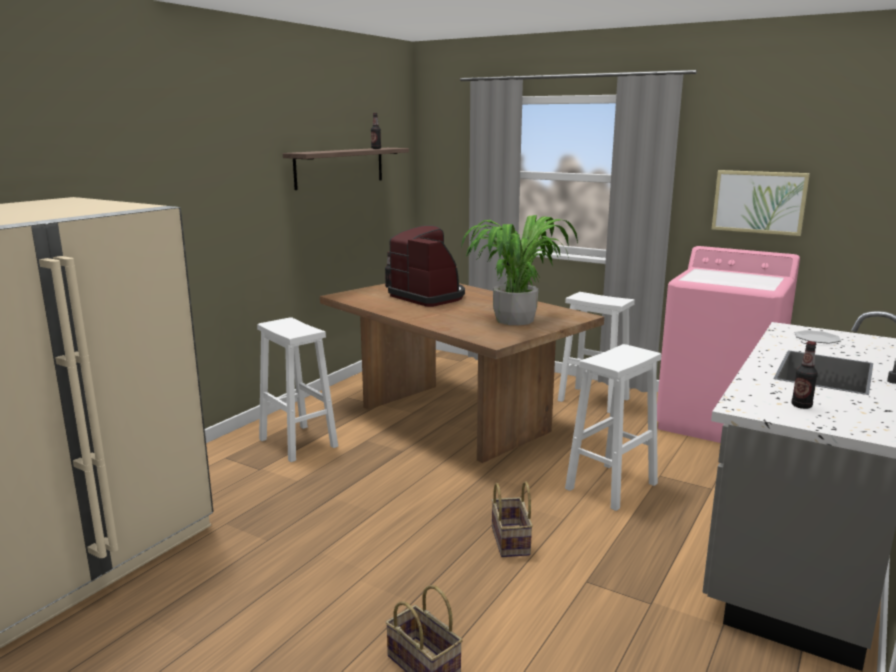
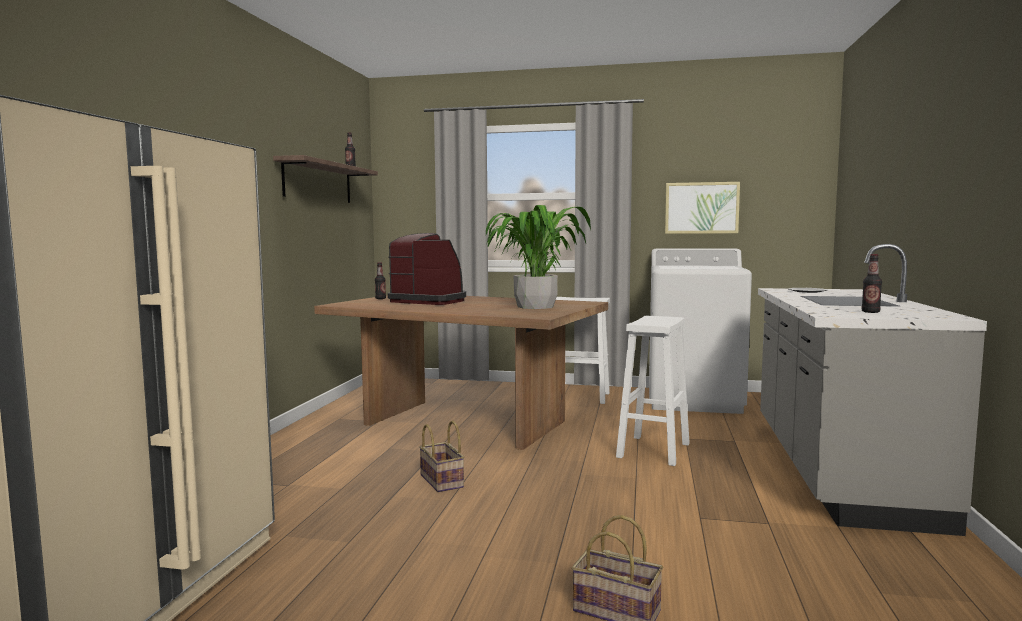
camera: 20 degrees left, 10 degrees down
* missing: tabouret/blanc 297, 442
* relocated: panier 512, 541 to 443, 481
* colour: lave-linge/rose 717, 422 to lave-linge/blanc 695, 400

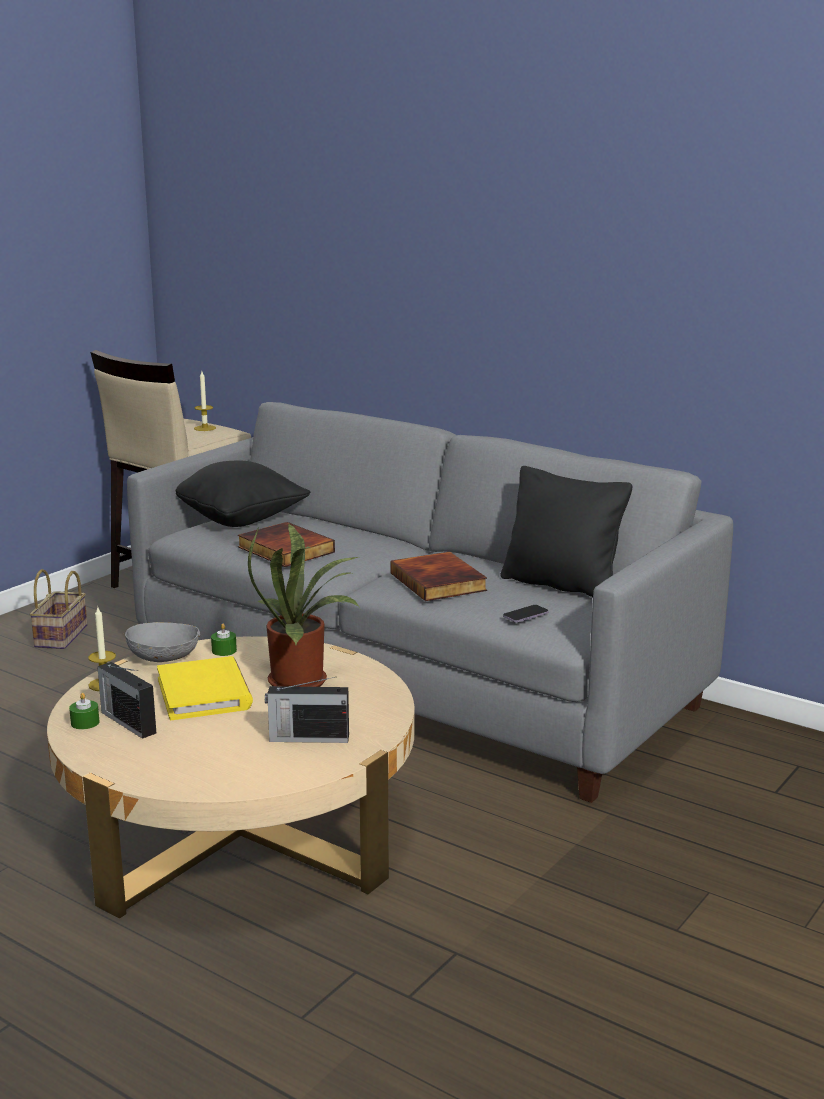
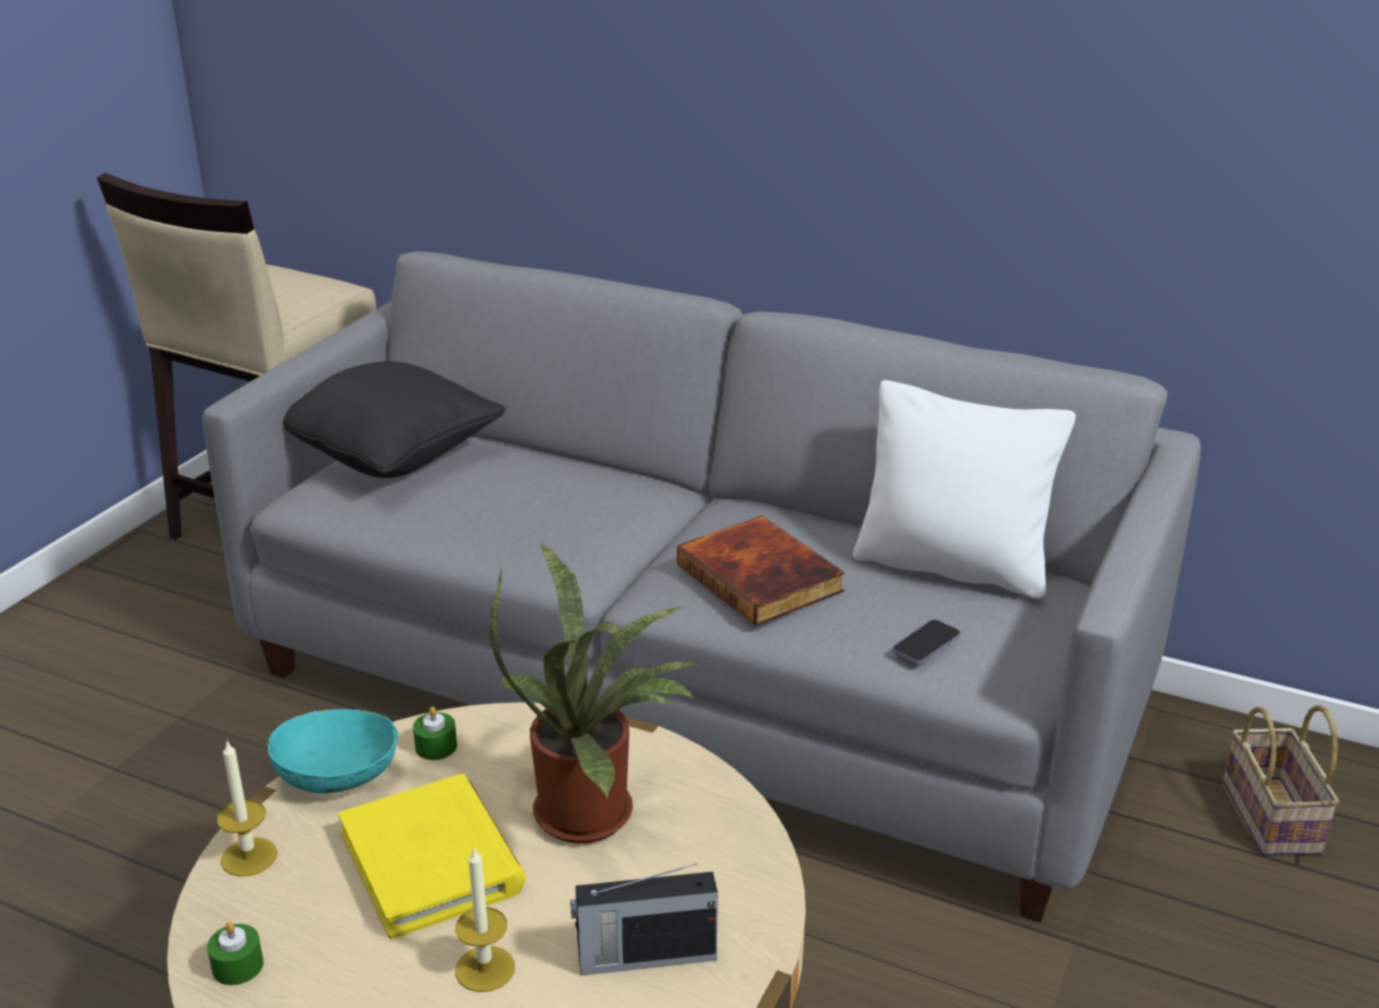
camera: 10 degrees left, 10 degrees up
* relocated: panier 62, 637 to 1274, 819
* missing: radio 128, 722
* colour: bol/gris 164, 658 to bol/turquoise 338, 776
* relocated: bougie 205, 428 to 485, 969
* missing: livre 284, 550
* colour: coussin/noir 562, 585 to coussin/blanc 952, 566

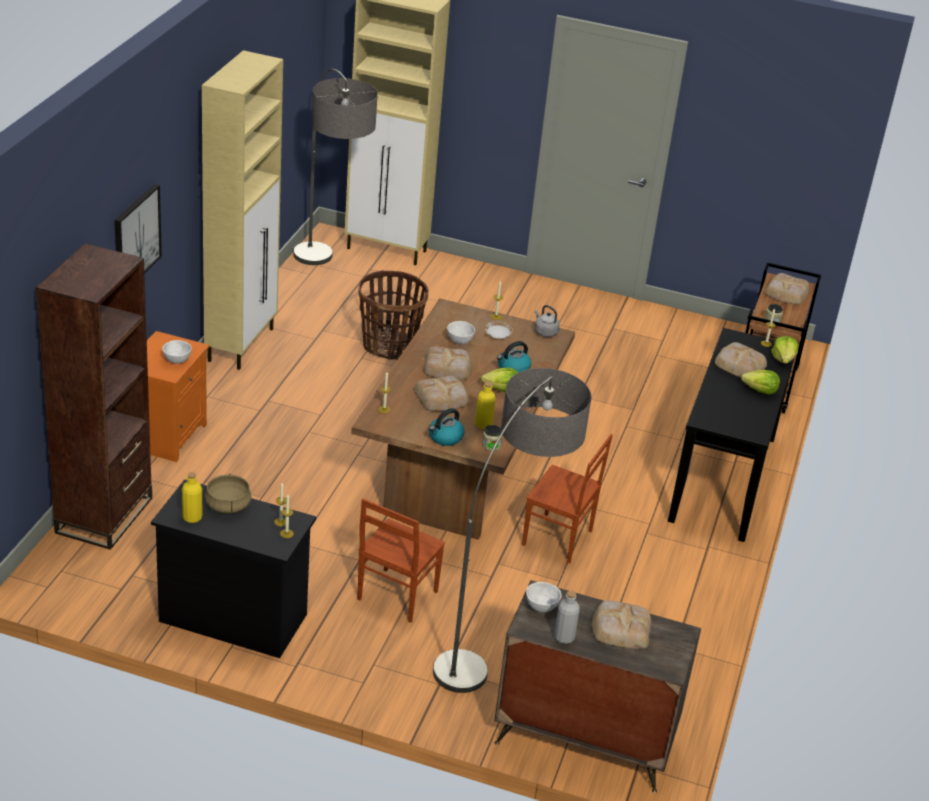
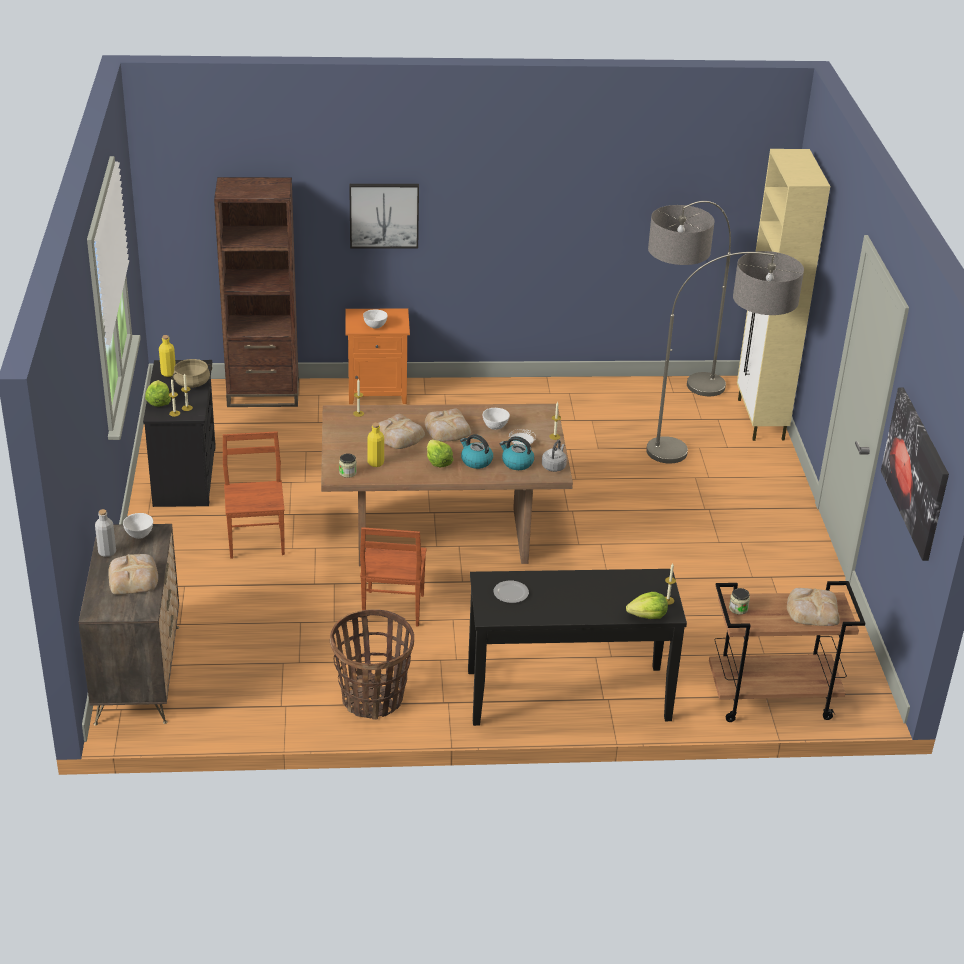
camera: 70 degrees right, 0 degrees up
* missing: meuble de rangement/beige 241, 344
* spun: chaise/marron 396, 595 = 257, 541 75 degrees clockwise
* relocated: panier 389, 346 to 372, 698
* relocated: bouilloire 445, 438 to 517, 463
* relocated: lampadaire 498, 638 to 716, 460
* missing: pain 739, 364
* relocated: laitue 760, 390 to 158, 401
* appeared: assiette 510, 593
* appeared: tableau 916, 472

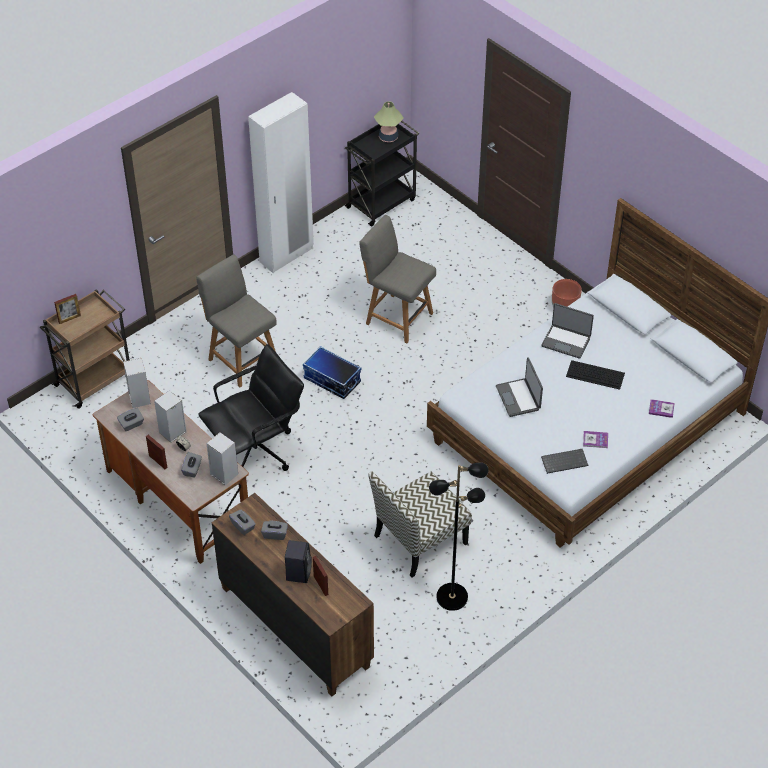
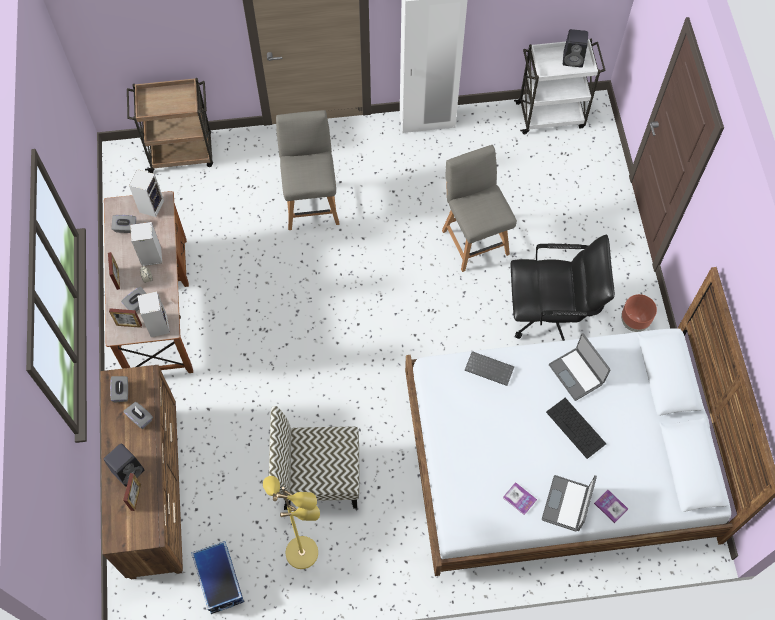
camera: 35 degrees right, 15 degrees up
* relocated: cadre photo 69, 319 to 129, 325
* relocated: chaise de bureau/noir 256, 451 to 550, 315
* relocated: boîte de rangement 331, 380 to 218, 580
* colour: chariot/noir 382, 203 to chariot/blanc 551, 115
* exchanged: lampe de table 388, 137 to enceinte/noir 573, 59
* colour: lampadaire/noir 452, 596 to lampadaire/jaune 302, 552
* relocated: ordinateur portable 519, 398 to 567, 504
* relocated: clavier 564, 461 to 490, 368

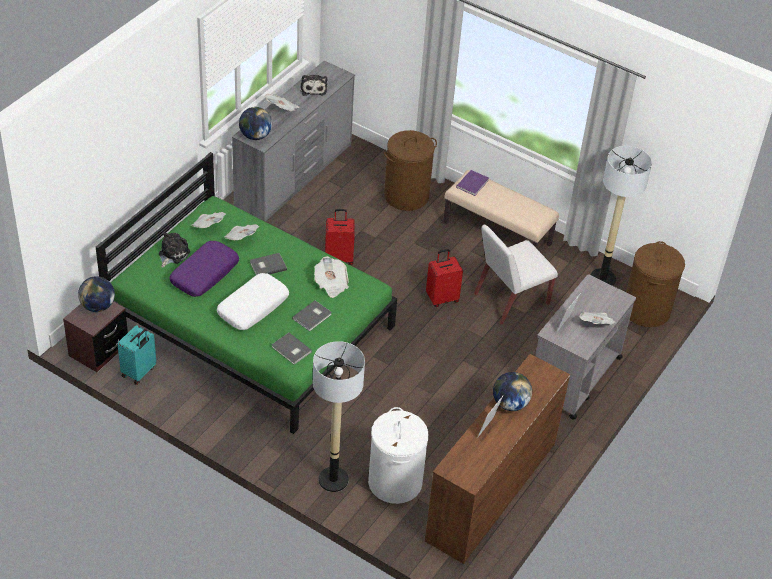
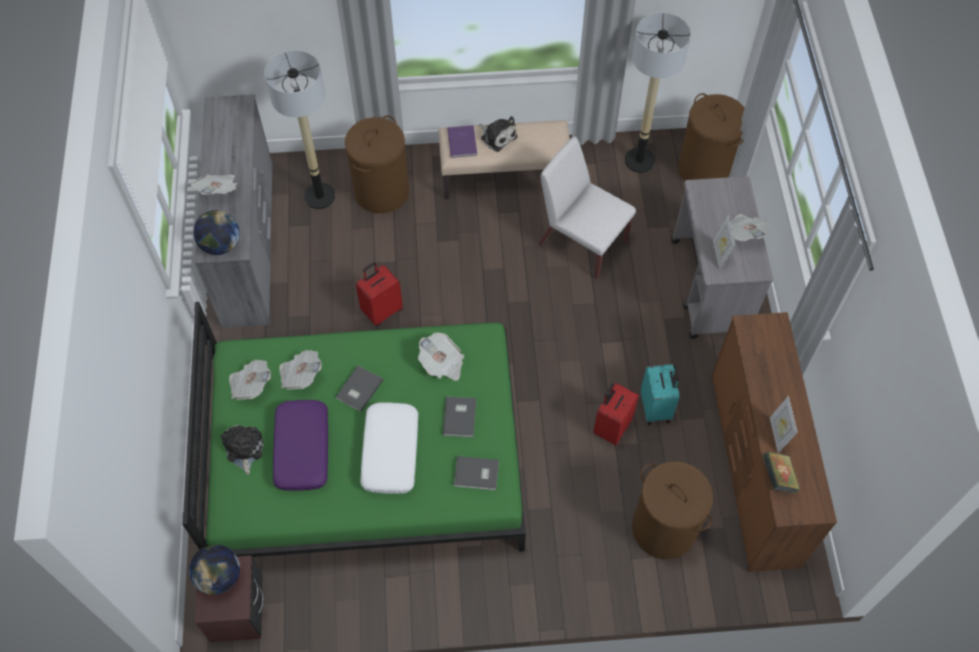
camera: 35 degrees left, 15 degrees up
* relocated: valise/turquoise 139, 372 to 656, 408
* relocated: peluche 313, 88 to 497, 136
* relocated: lampadaire 333, 480 to 319, 196
* colour: panier à linge/blanc 394, 482 to panier à linge/marron 663, 528
* relocated: valise/rouge 442, 298 to 611, 427
* spun: chaise/blanc 510, 299 = 581, 242 105 degrees clockwise
* missing: globe 510, 404
* appeared: livre 778, 477

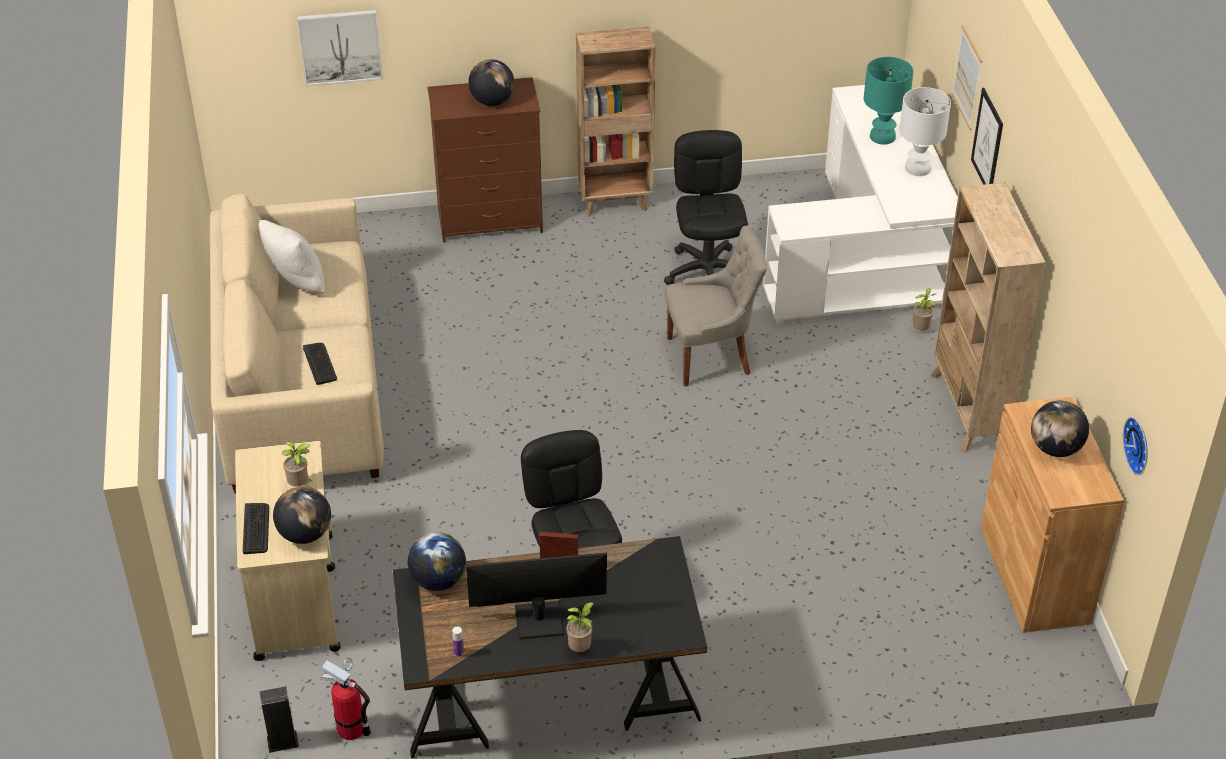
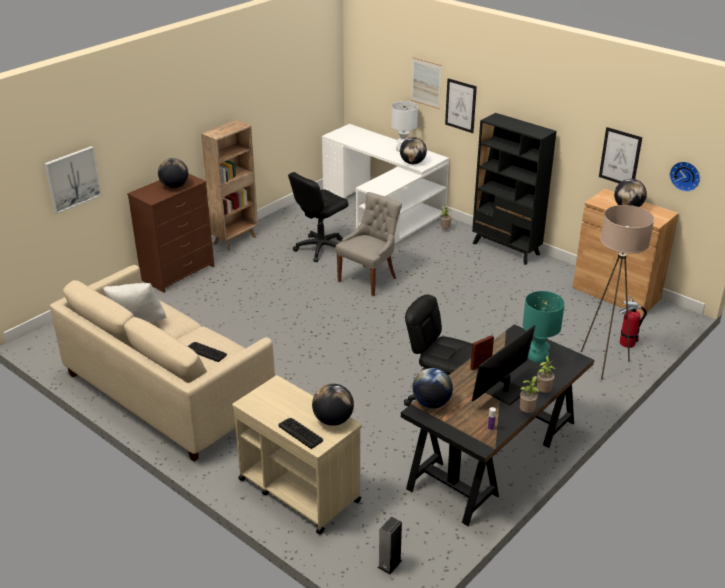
camera: 40 degrees left, 10 degrees down
* relocated: plante en pot 300, 485 to 527, 412
* relocated: extincteur 351, 728 to 627, 343
* spun: chaise de bureau/noir 708, 272 = 320, 248 90 degrees counterclockwise
* relocated: lampe de table/turquoise 881, 137 to 537, 356
* colour: bibliothèque/beige 968, 410 to bibliothèque/noir 506, 249
* appeared: globe 412, 163
* appeared: lampadaire/beige 603, 363
* appeared: tableau 620, 157

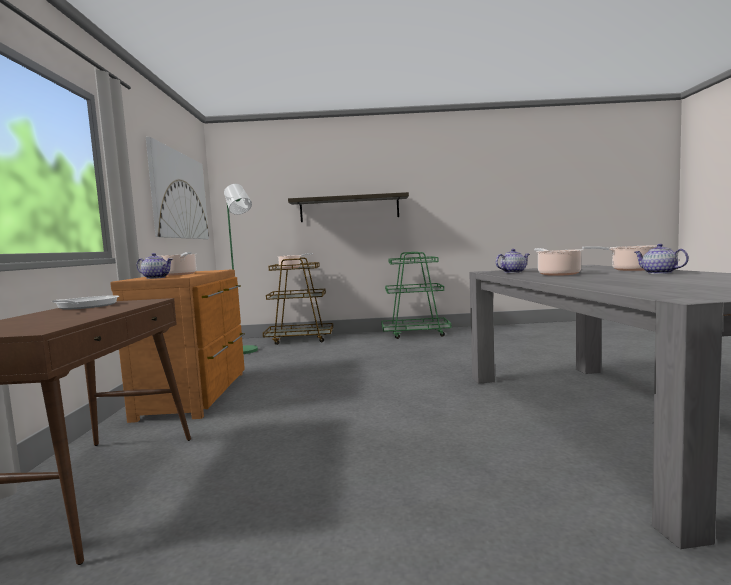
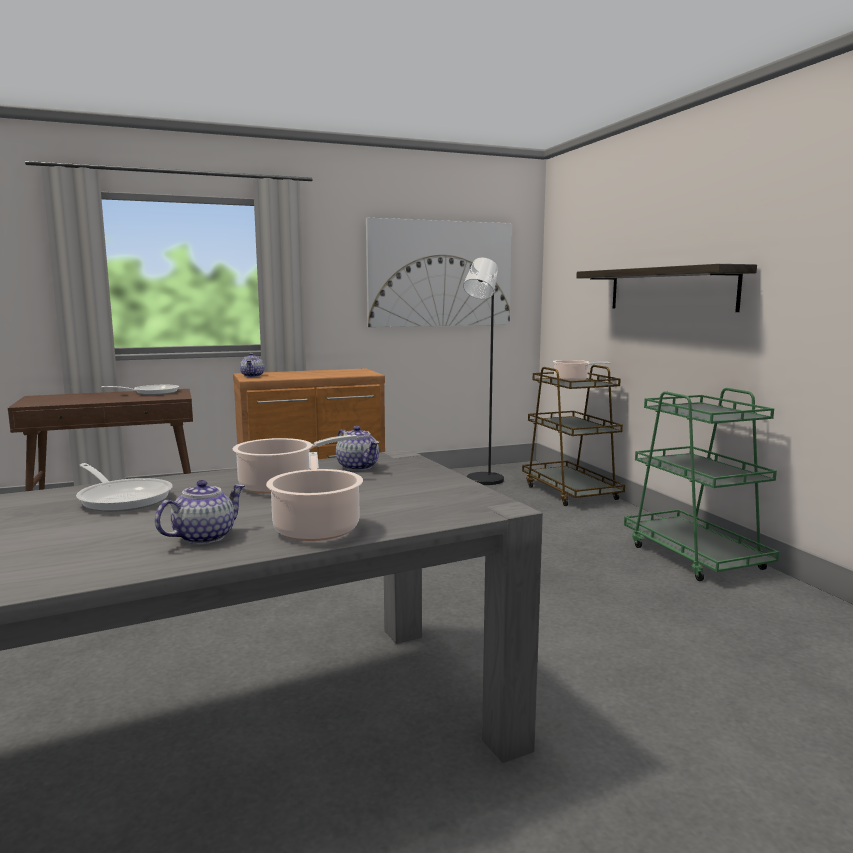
camera: 70 degrees right, 5 degrees up
* missing: marmite 179, 274
* colour: lampadaire/vert 246, 351 to lampadaire/noir 482, 481
* appeared: poêle 123, 498

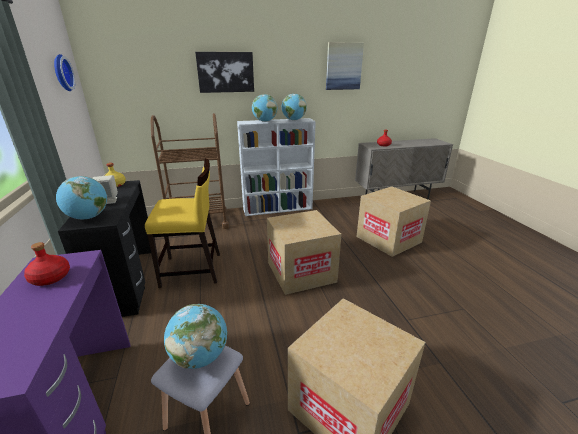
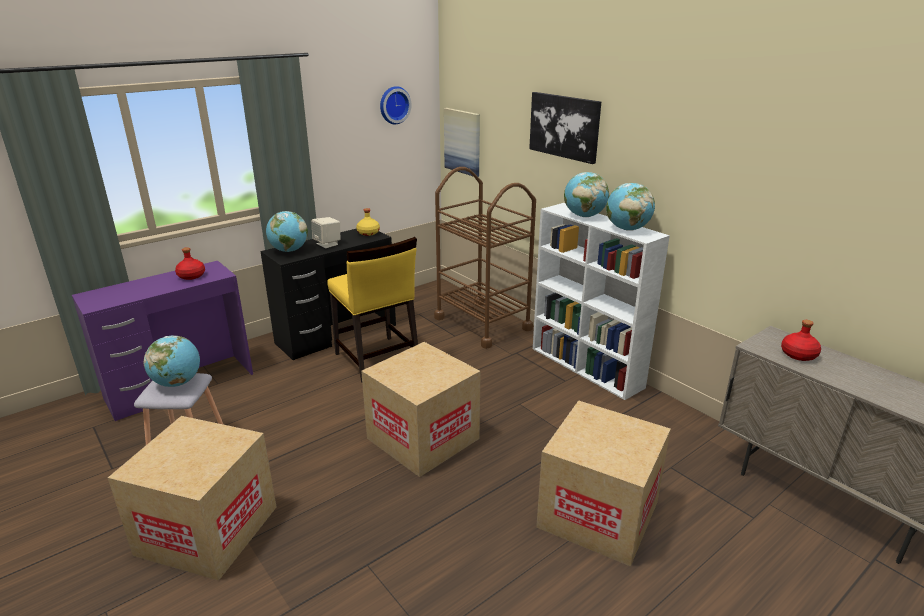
camera: 65 degrees right, 0 degrees up
* relocated: tableau 343, 66 to 463, 141

